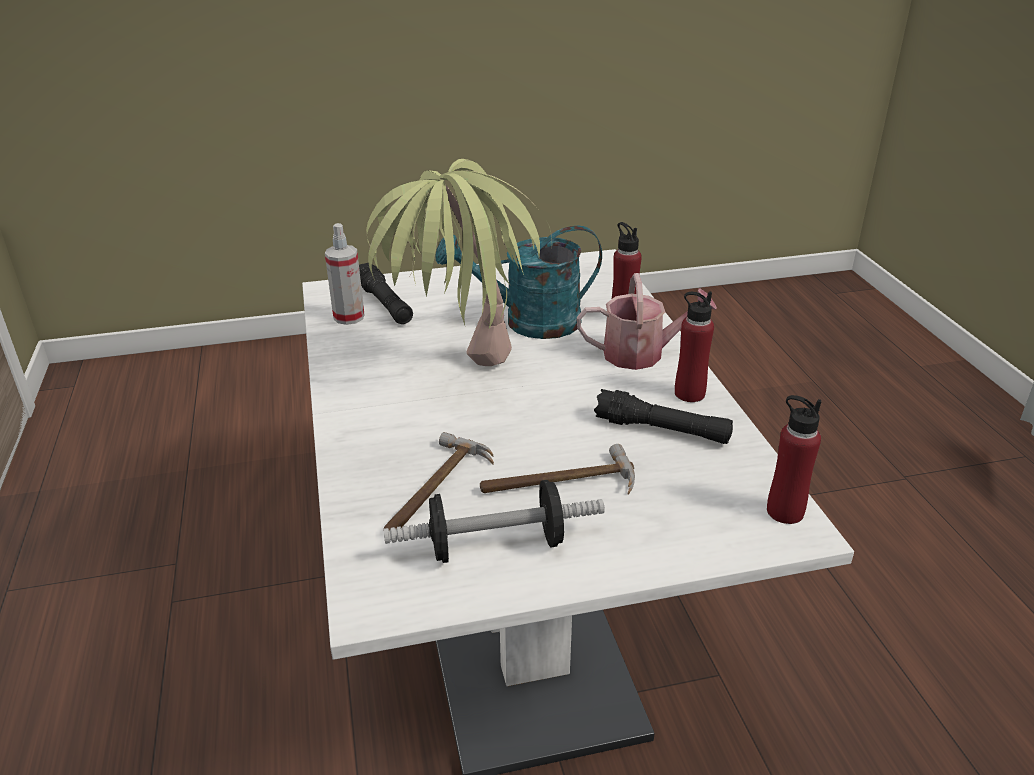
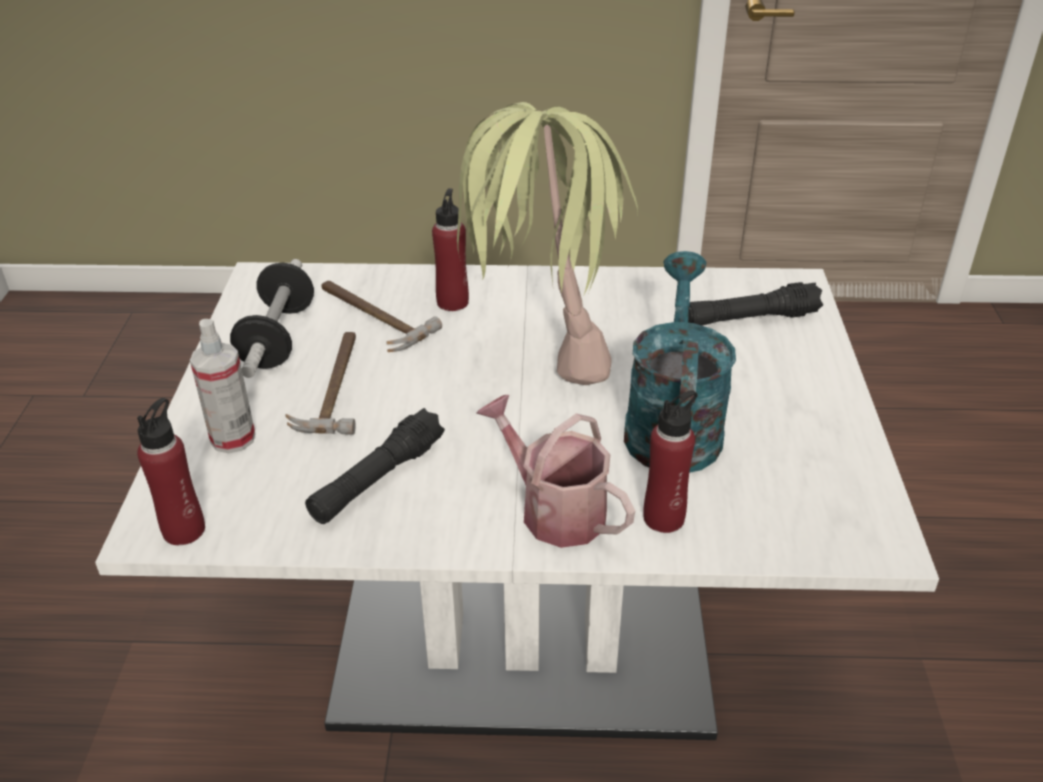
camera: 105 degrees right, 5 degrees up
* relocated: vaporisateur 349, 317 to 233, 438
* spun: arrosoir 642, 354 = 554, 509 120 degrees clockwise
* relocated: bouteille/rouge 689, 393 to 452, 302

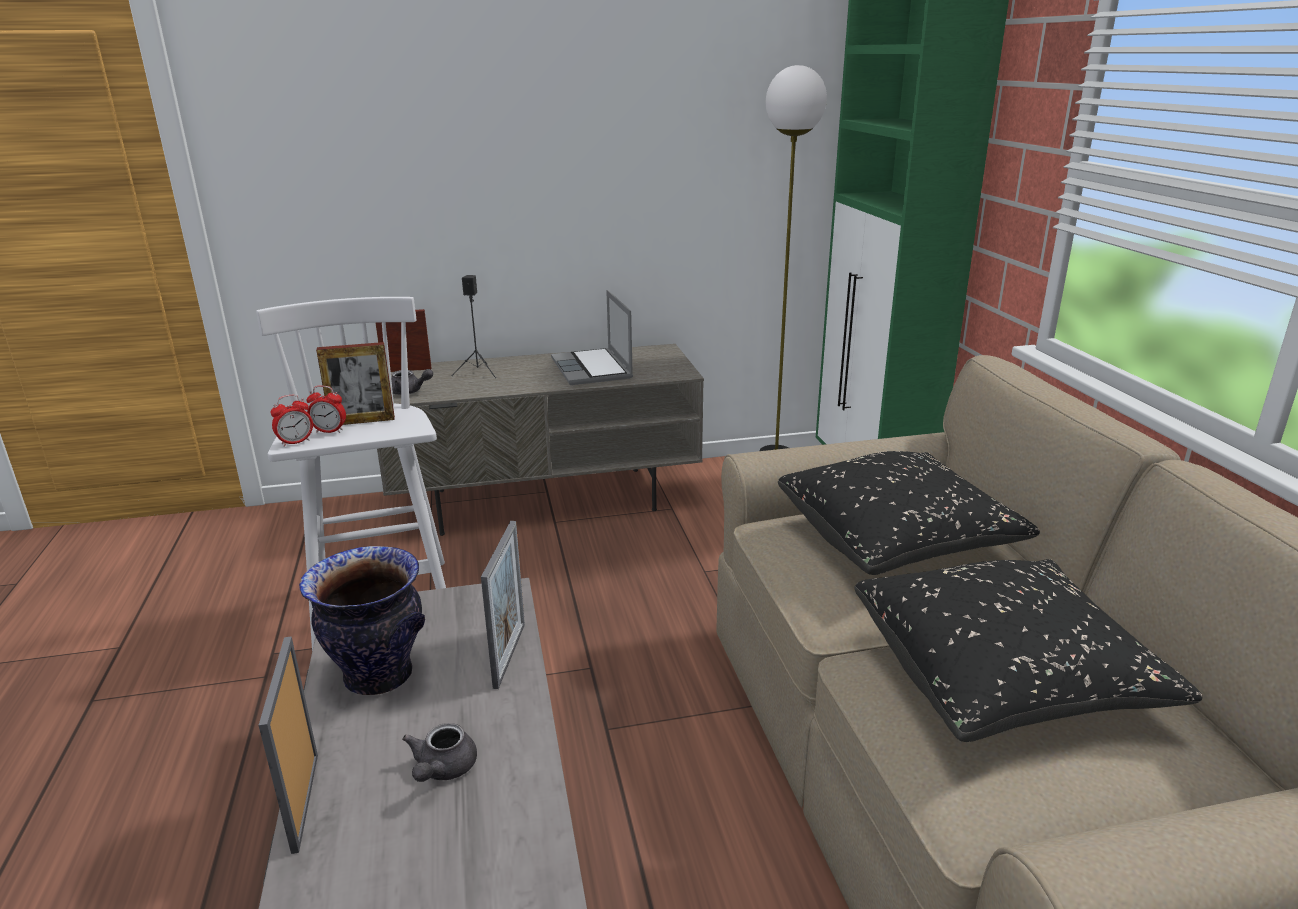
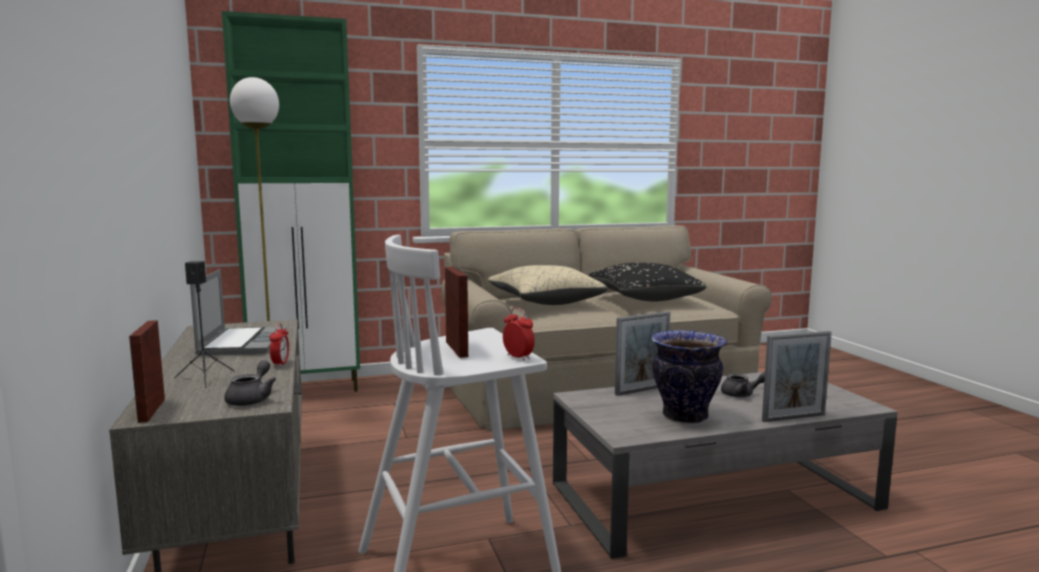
camera: 95 degrees left, 15 degrees down
* relocated: réveil 329, 431 to 280, 364
* spun: cadre photo 509, 655 = 641, 390 150 degrees clockwise
* spun: ordinateur portable 593, 369 = 242, 343 75 degrees counterclockwise
* colour: coussin/noir 896, 539 to coussin/beige 545, 302

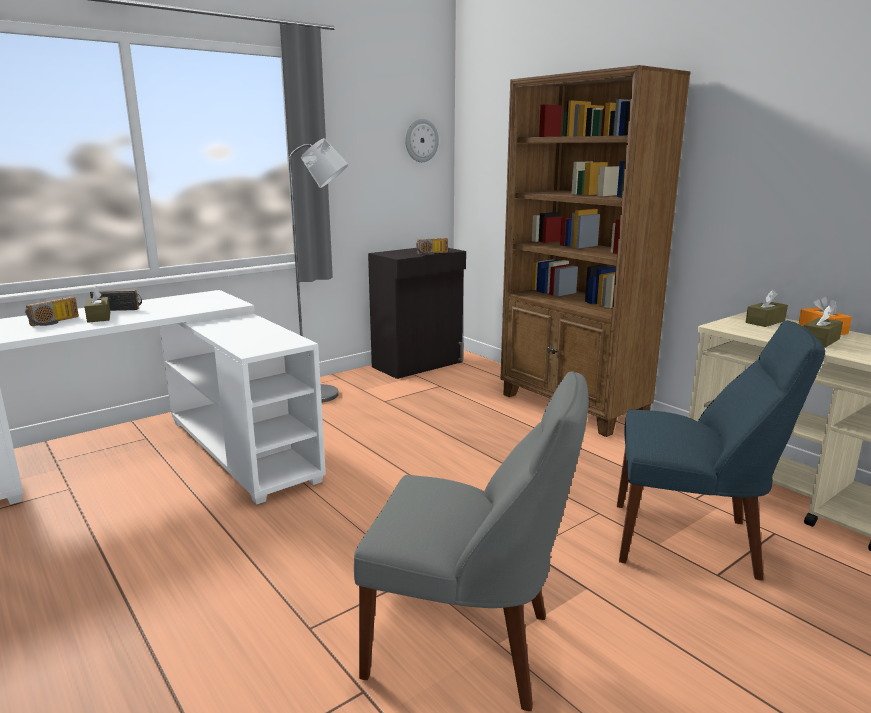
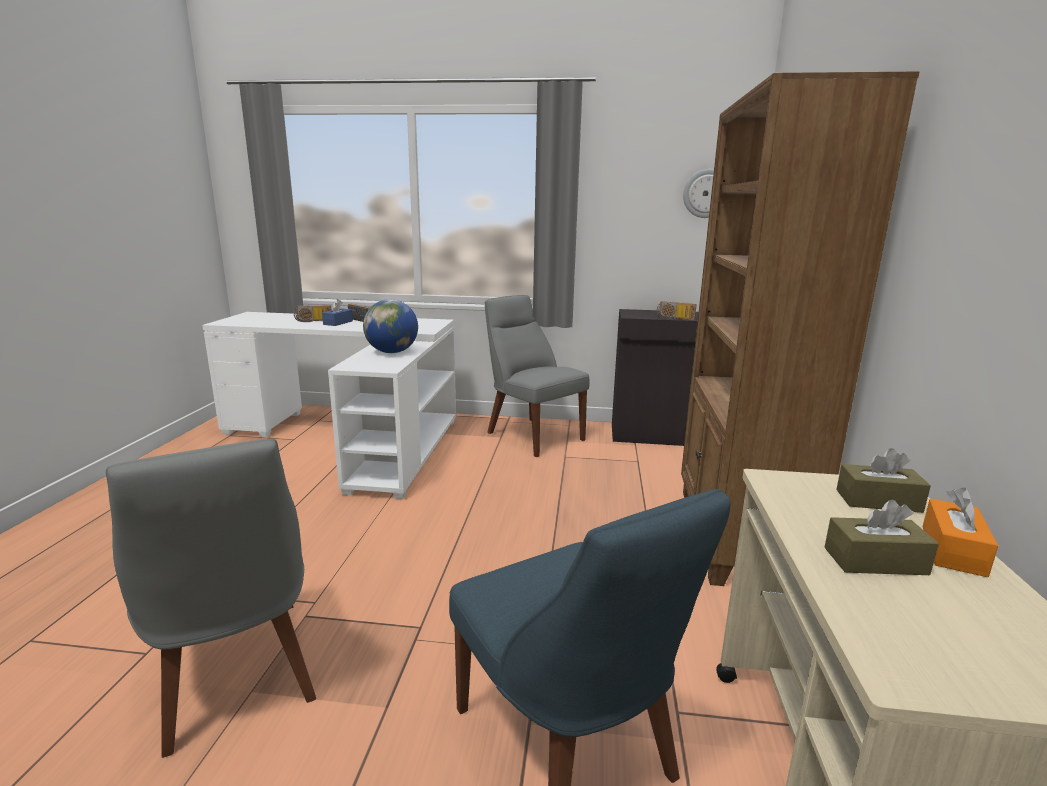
camera: 45 degrees right, 0 degrees up
* colour: boîte à mouchoirs/marron 99, 317 to boîte à mouchoirs/bleu 338, 323
* exchanged: lampadaire/gris 325, 395 to chaise/gris 531, 435
* appeared: globe 392, 352

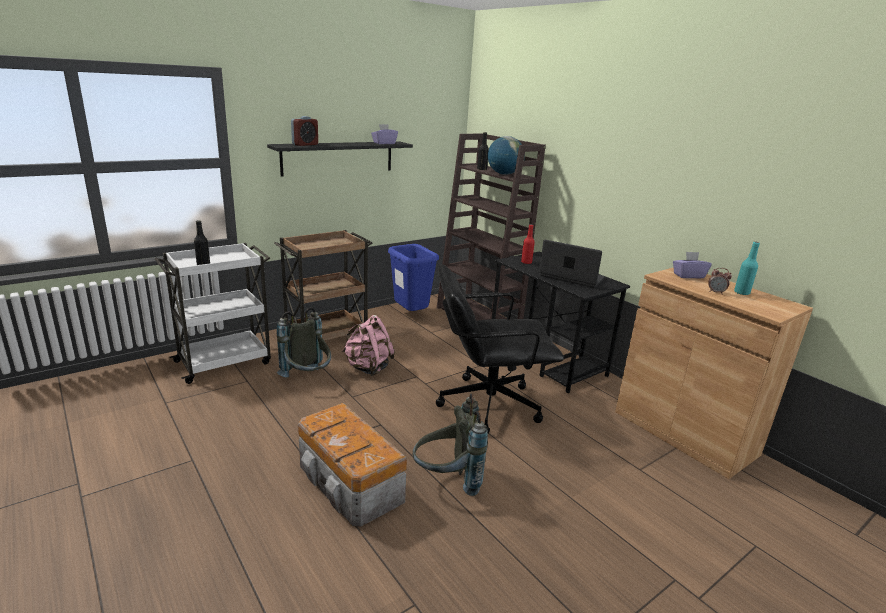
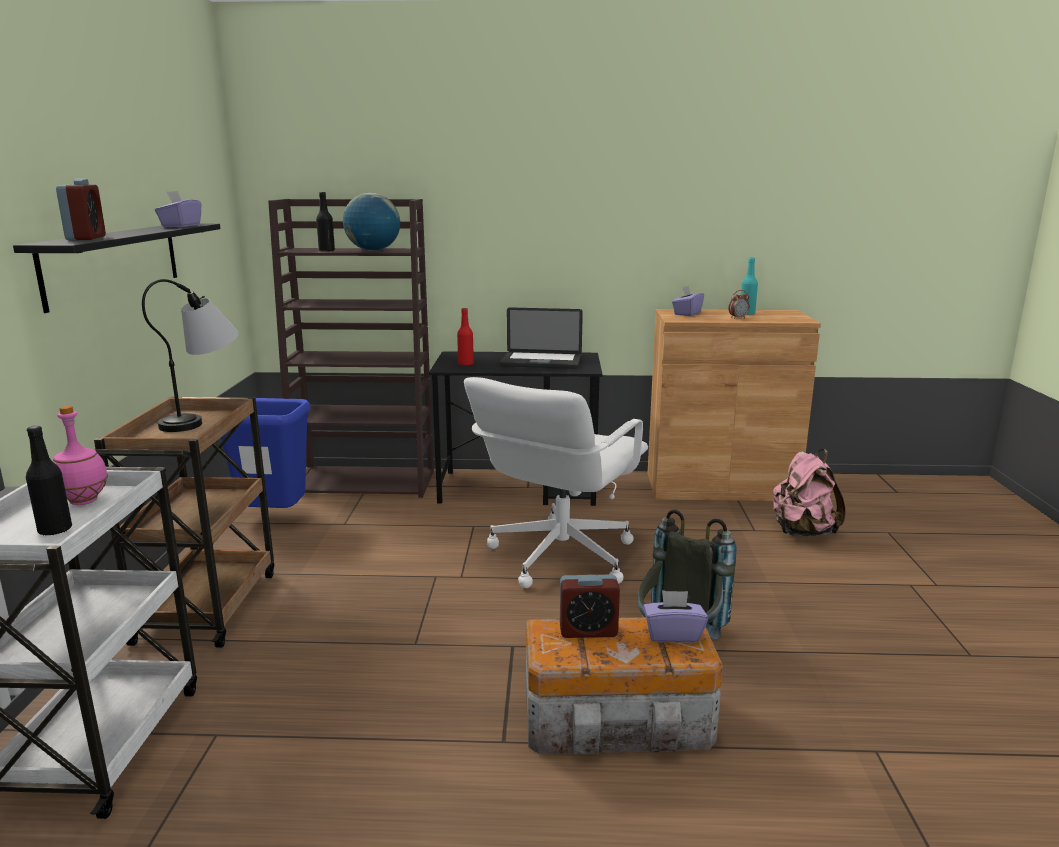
camera: 50 degrees left, 5 degrees down
* missing: sac à dos/gris 307, 379
* relocated: sac à dos/rose 368, 368 to 802, 532
* colour: chaise de bureau/noir 487, 404 to chaise de bureau/blanc 559, 556
* spun: ordinateur portable 571, 277 = 541, 362 150 degrees counterclockwise
* appeared: bouteille/rose 83, 502
* appeared: lampe de table 206, 418
* appeared: réveil 588, 630
* appeared: boîte à mouchoirs/violet 673, 634

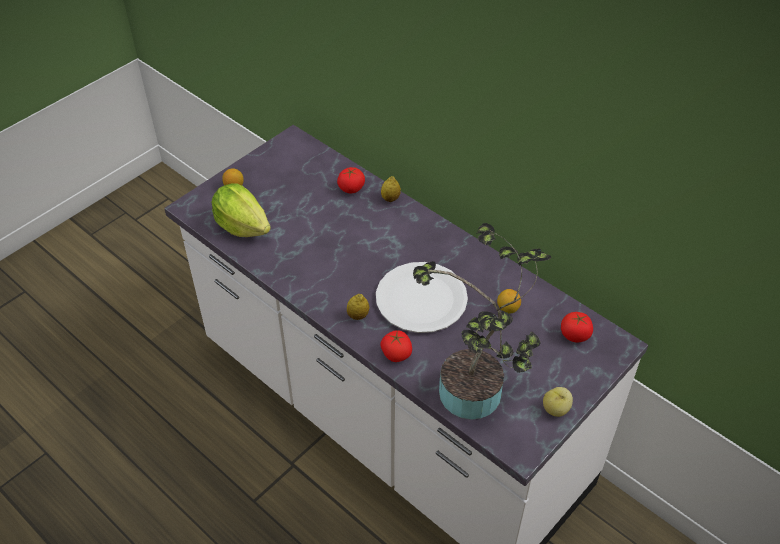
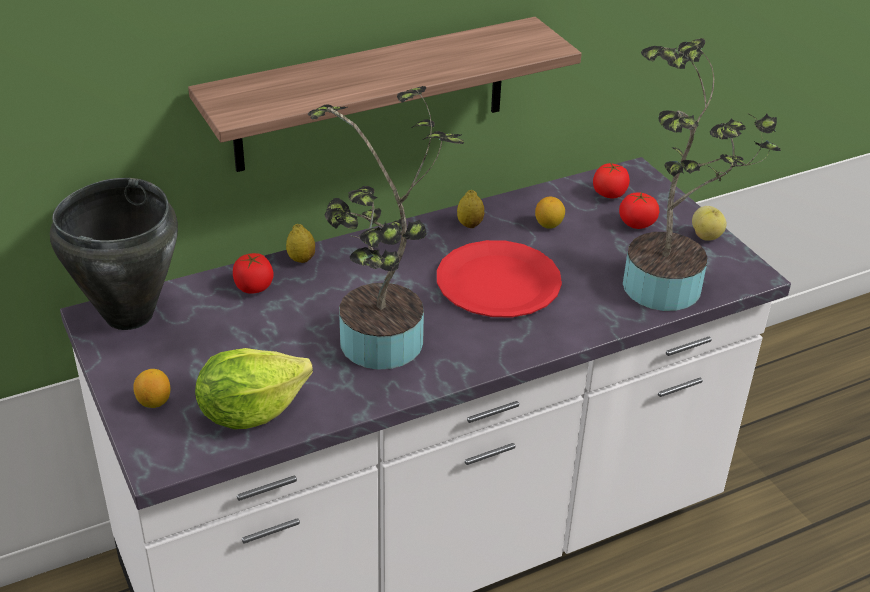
camera: 70 degrees left, 10 degrees down
* relocated: citron 358, 316 to 470, 224
* colour: assiette/blanc 421, 299 to assiette/rouge 498, 282
* relocated: tomate 396, 354 to 637, 224
* appeared: marmite/noir 127, 315
* appeared: étagère 372, 95
* appeared: plante en pot 380, 348

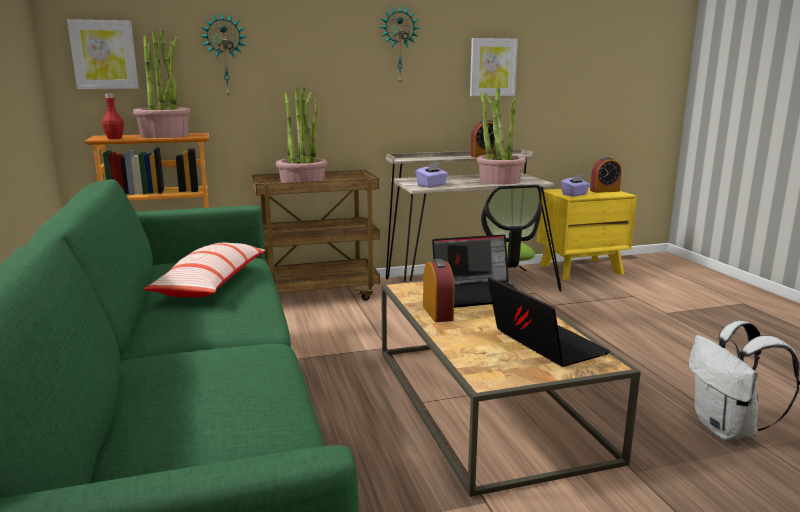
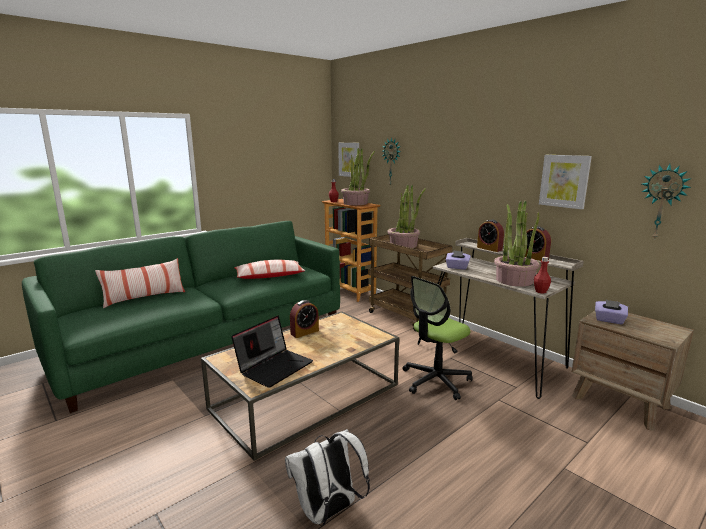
camera: 65 degrees right, 0 degrees up
* relocated: horloge murale 399, 45 to 662, 202
* missing: ordinateur portable 479, 293
* colour: table de chevet/jaune 581, 269 to table de chevet/marron 620, 402
* relocated: réveil 604, 191 to 489, 248
* appeared: coussin 144, 298
* appeared: bouteille/rouge 540, 291

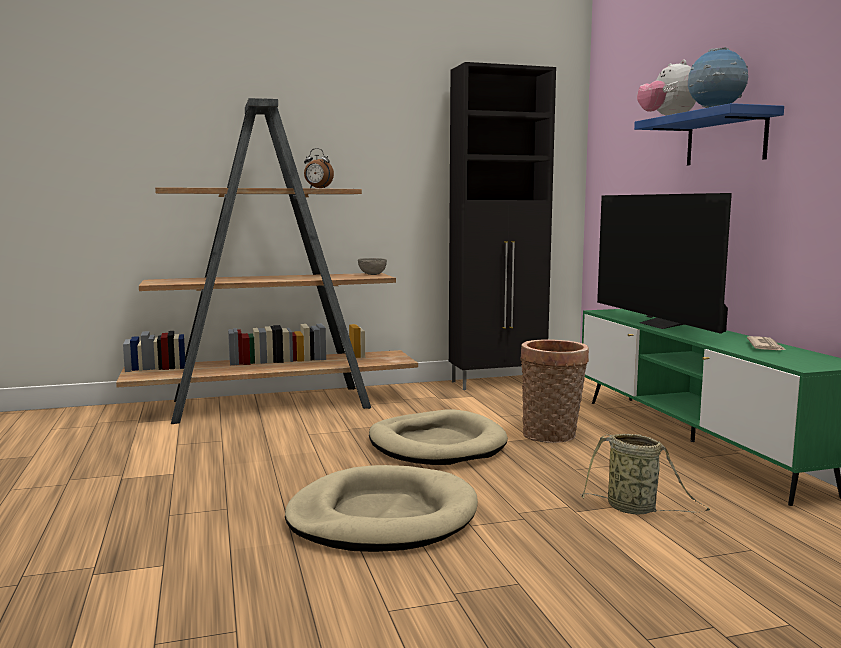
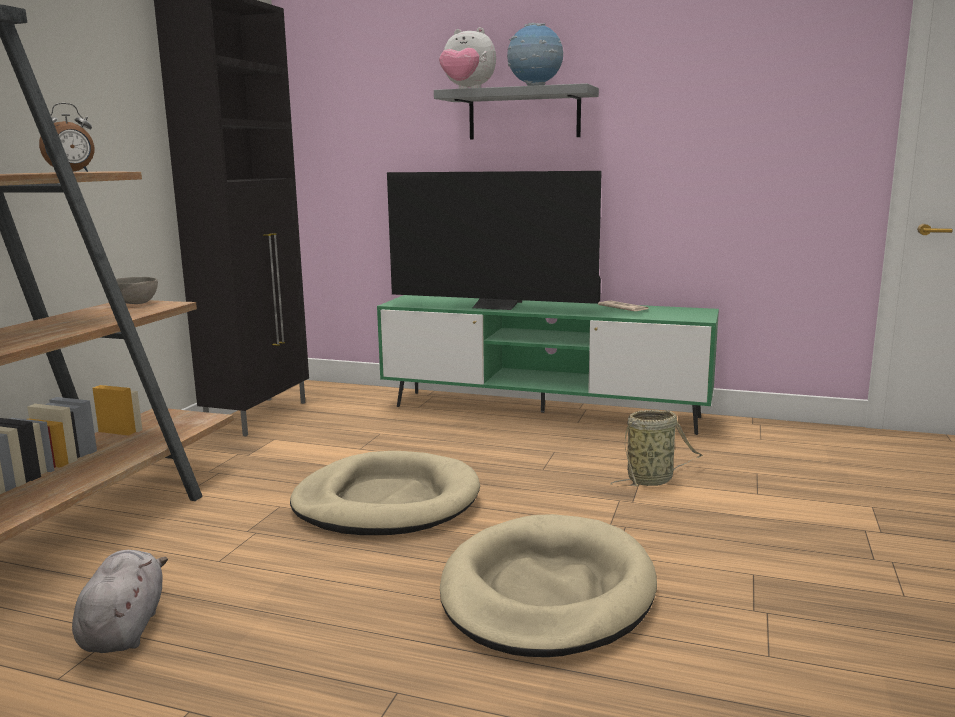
camera: 55 degrees left, 5 degrees up
* missing: panier 552, 436
* colour: étagère/bleu 725, 139 to étagère/gris 524, 114
* appeared: peluche/gris 124, 628

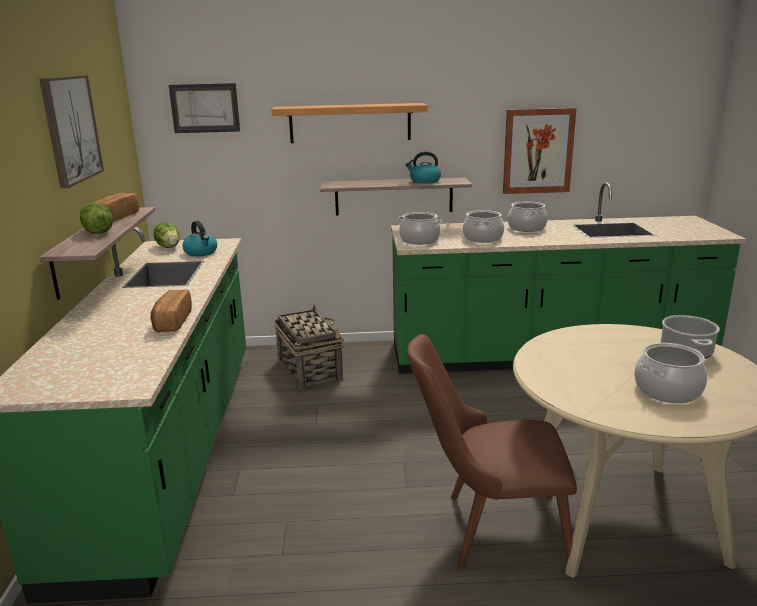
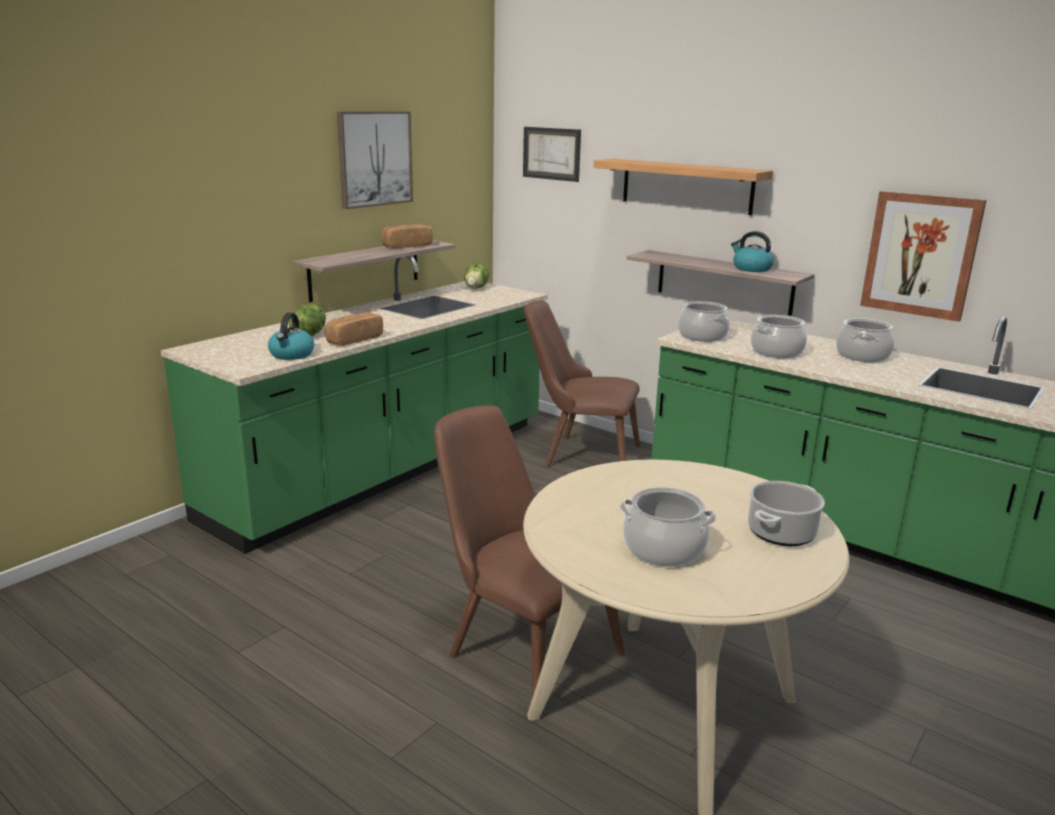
camera: 40 degrees right, 0 degrees up
* relocated: laitue 97, 232 to 309, 334
* relocated: bouilloire 201, 252 to 291, 355
* exchanged: panier 309, 369 to chaise/marron 579, 454

